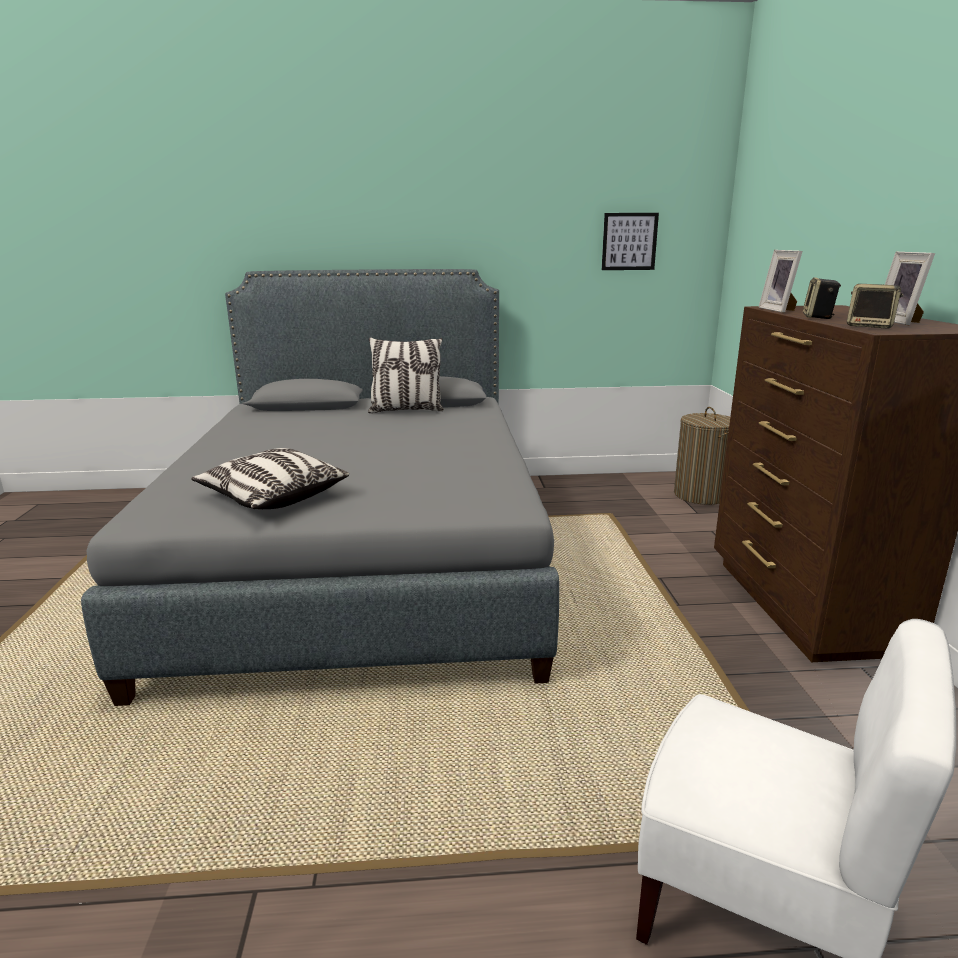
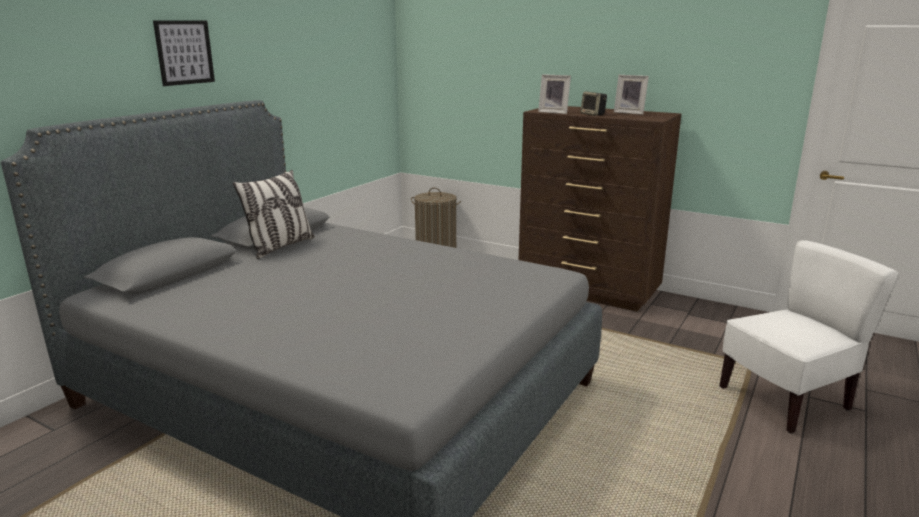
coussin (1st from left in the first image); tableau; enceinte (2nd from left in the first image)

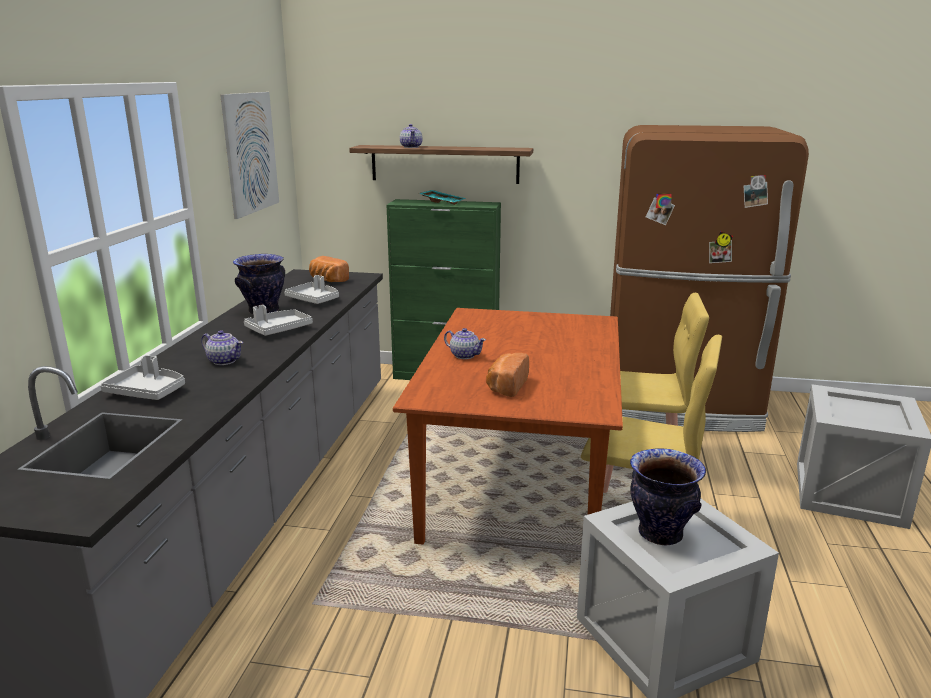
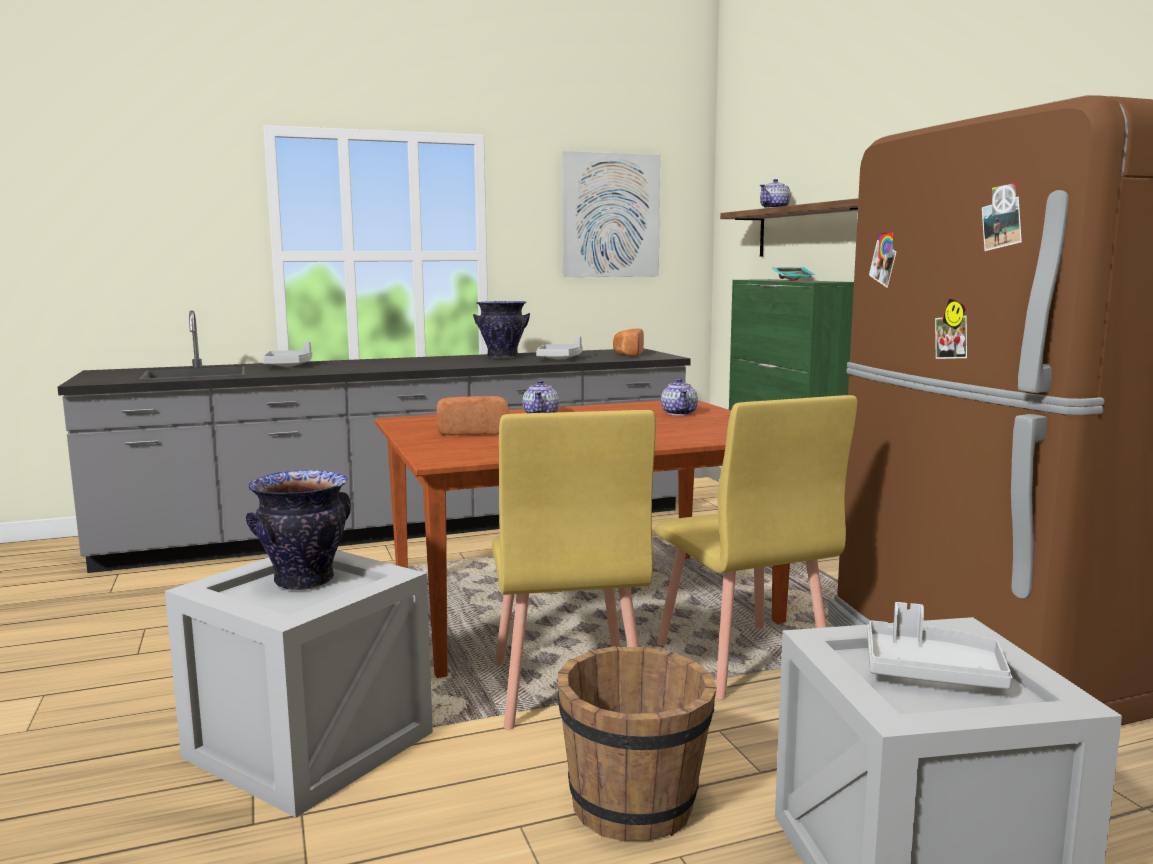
théière (2nd from left); plateau [gris] (3rd from left); seau [marron]

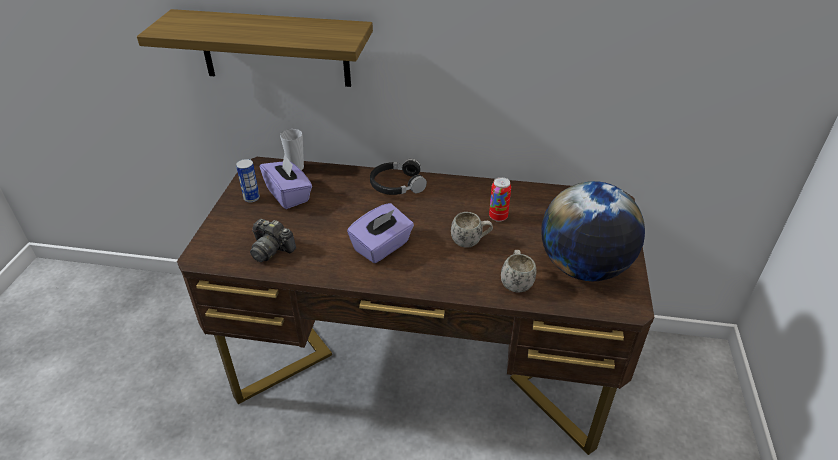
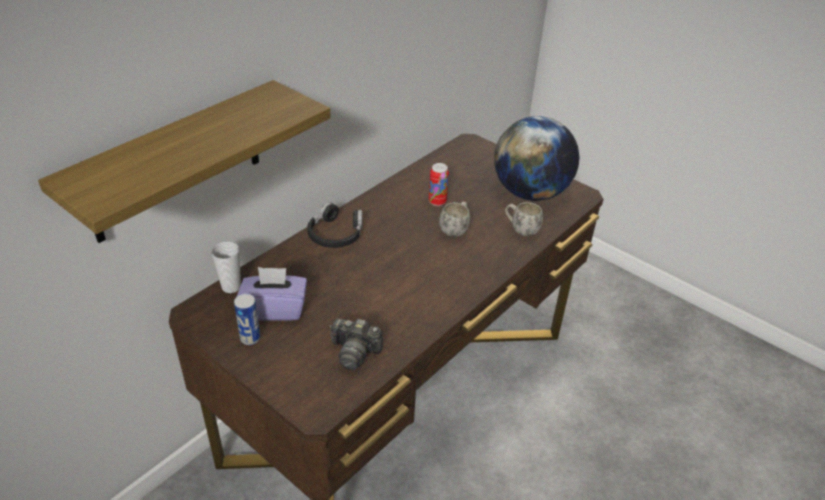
appareil photo; boîte à mouchoirs [violet] (2nd from left in the first image)

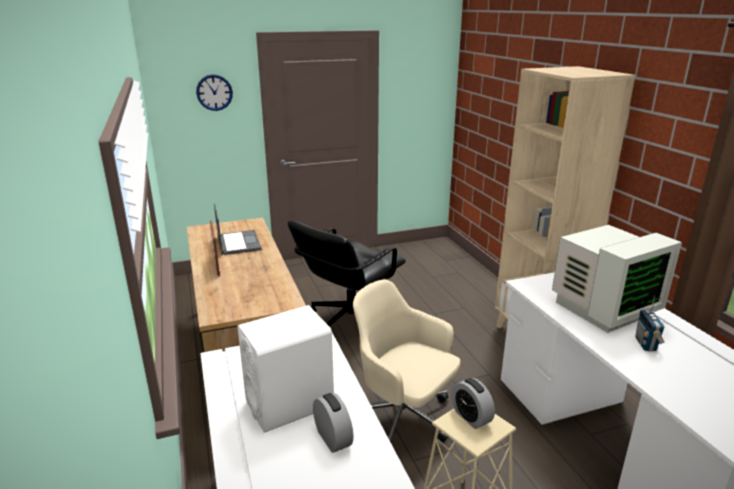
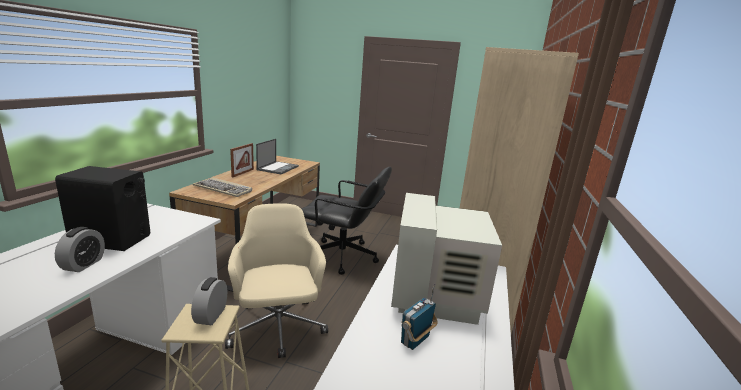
horloge murale; enceinte [noir]; chaise de bureau [noir]; écran d'ordinateur; clavier

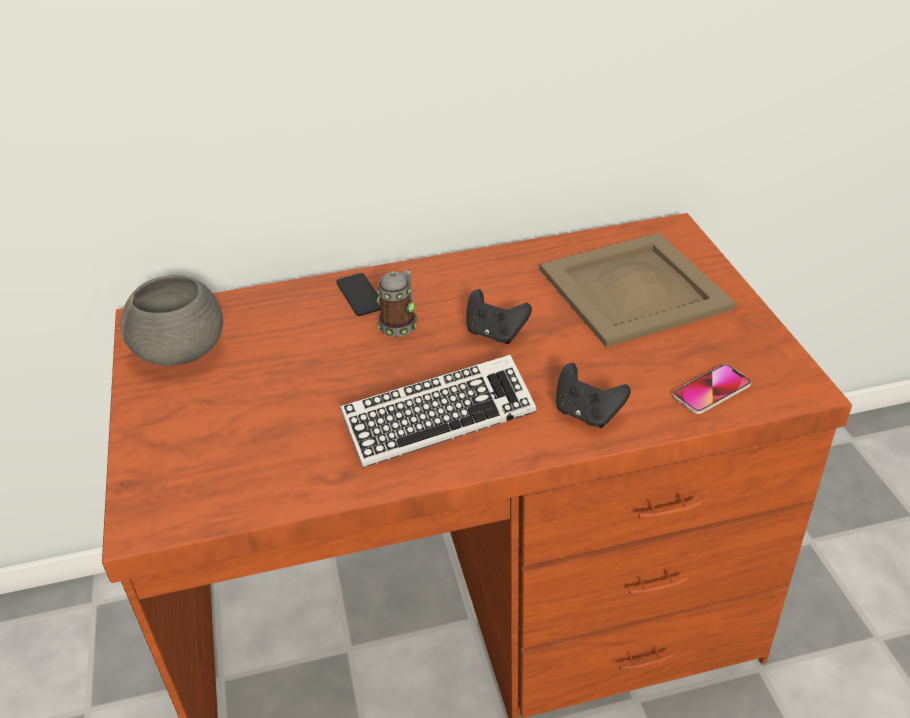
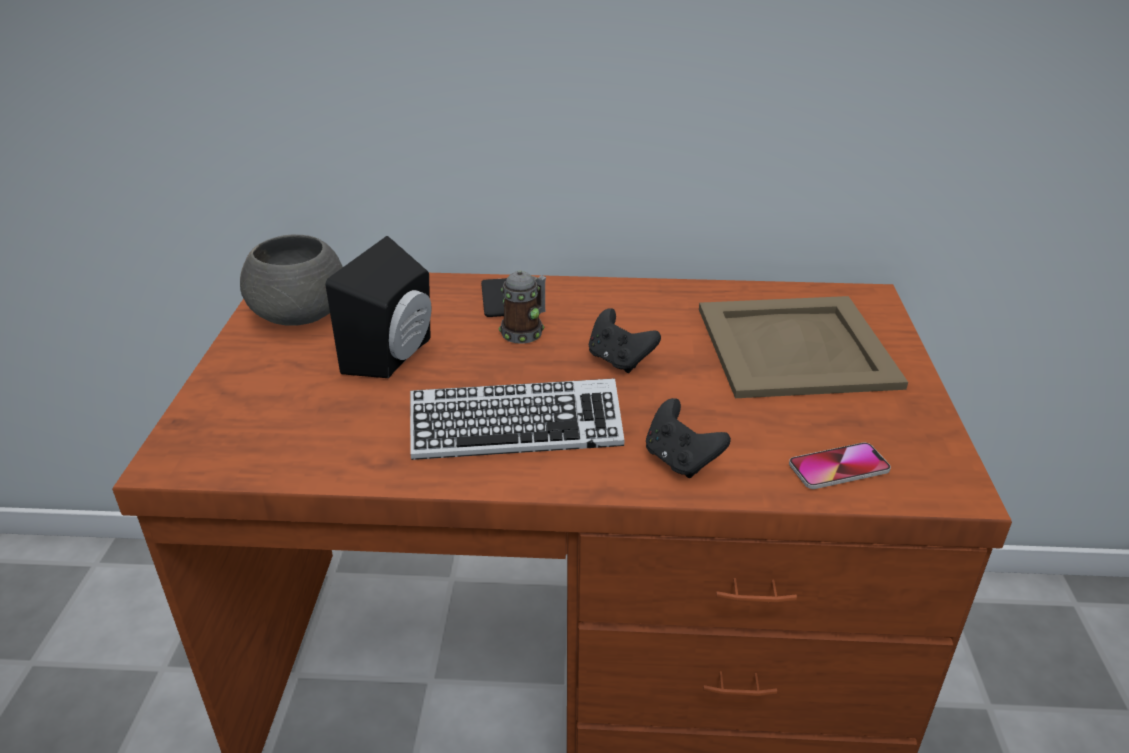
enceinte [noir]

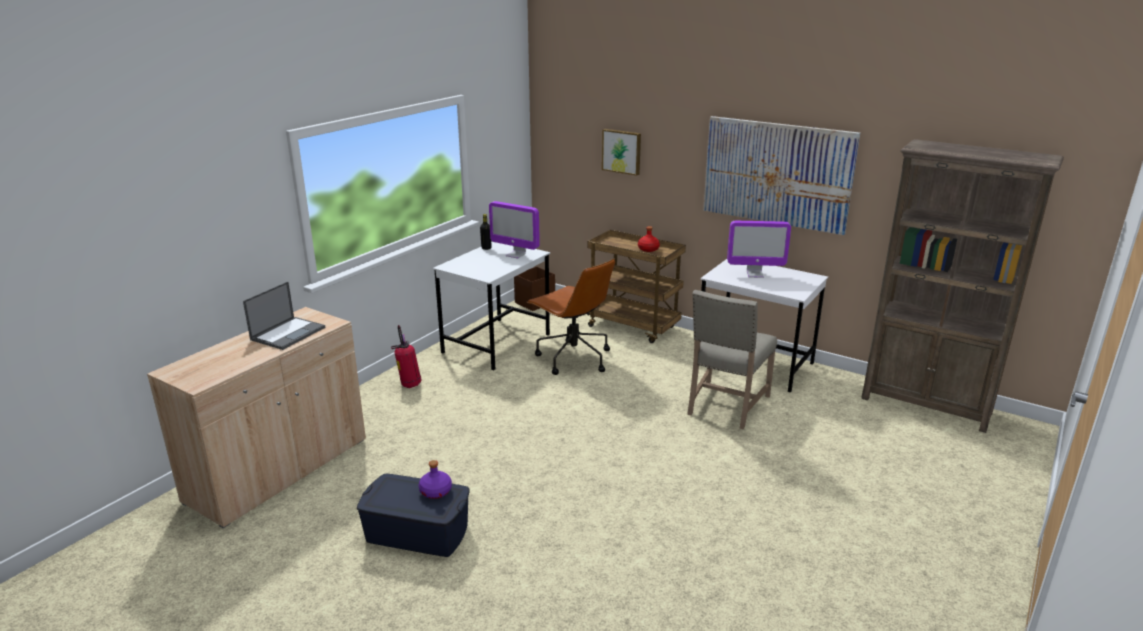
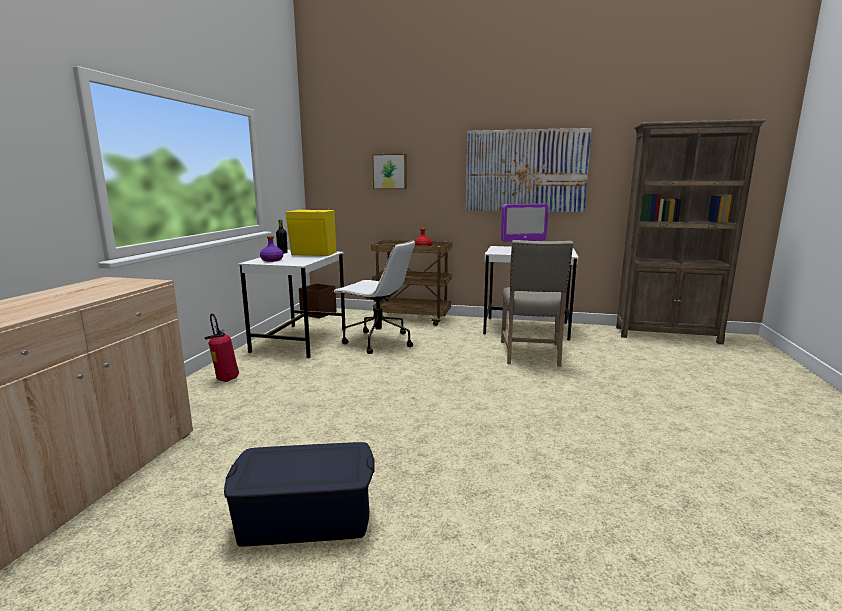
ordinateur portable; bouteille [violet]; enceinte [jaune]; chaise de bureau [blanc]

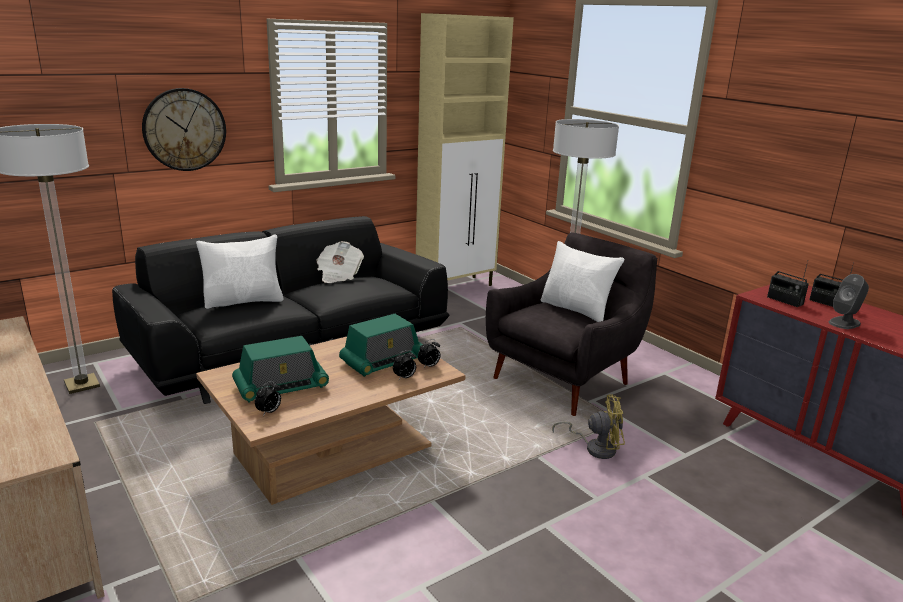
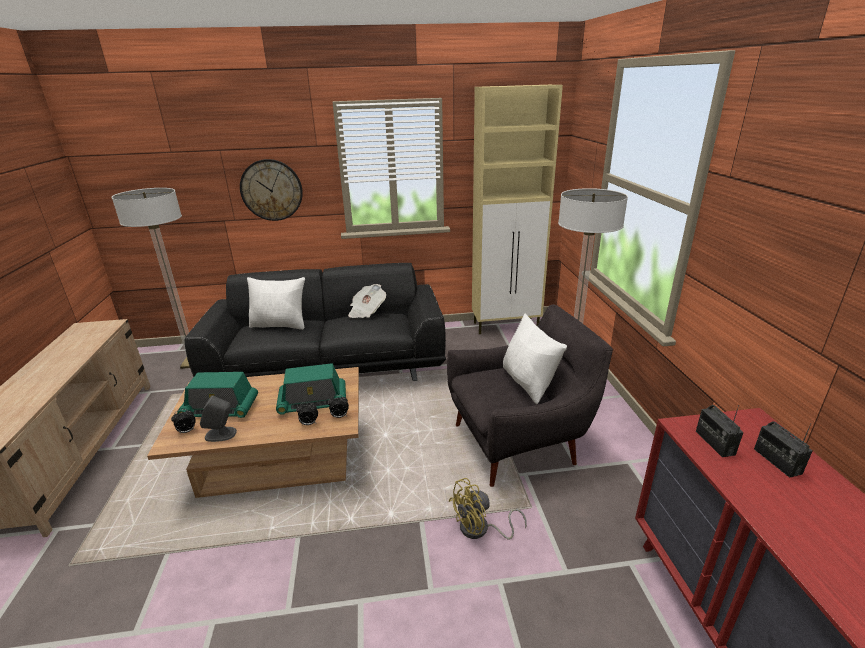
ventilateur [jaune]; enceinte [gris]

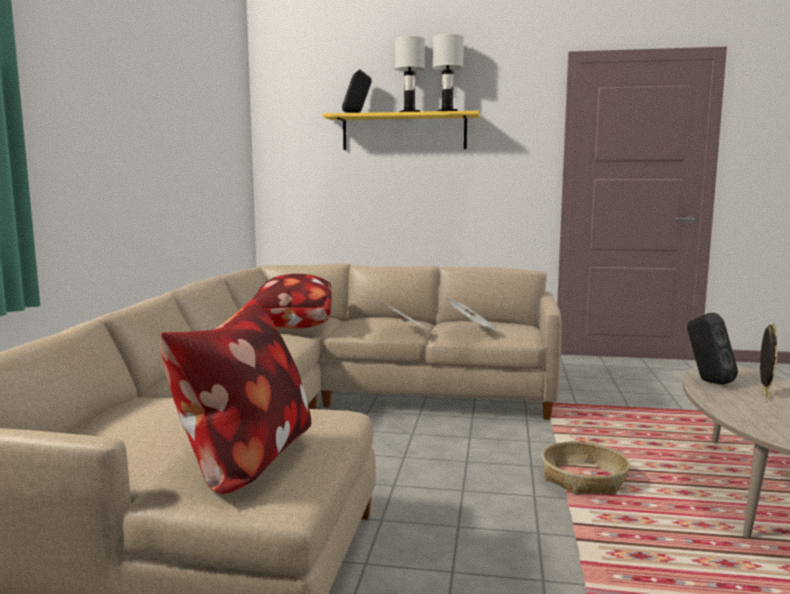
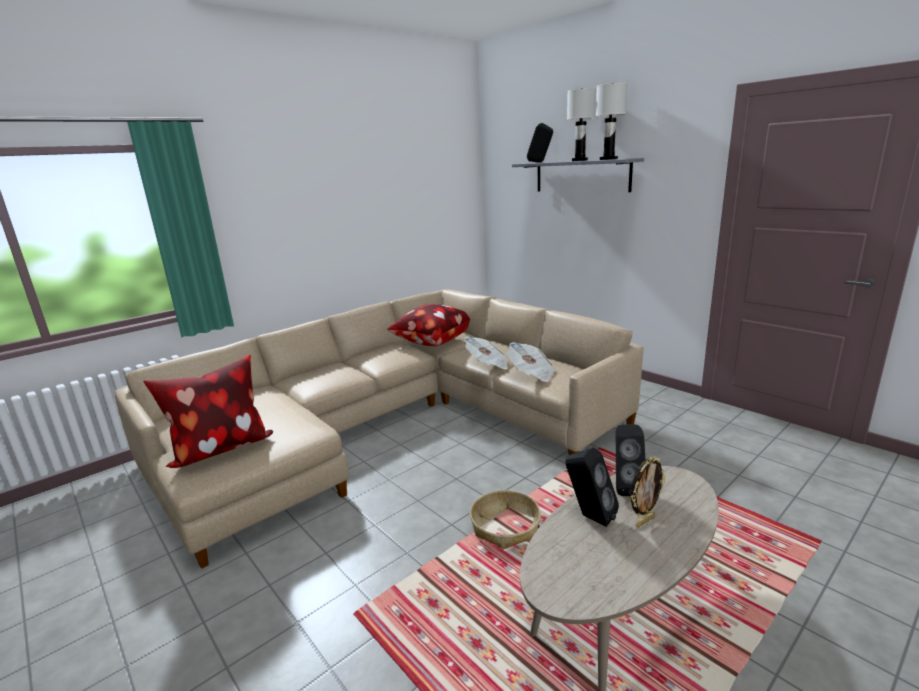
étagère [gris]; enceinte [noir] (2nd from left)

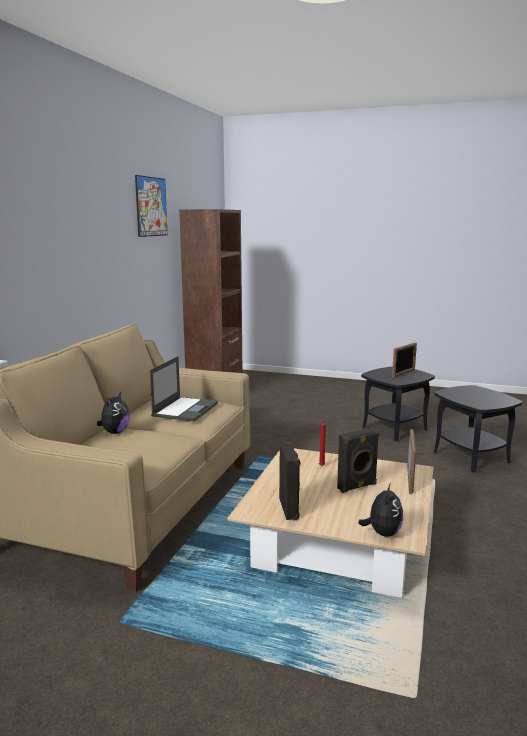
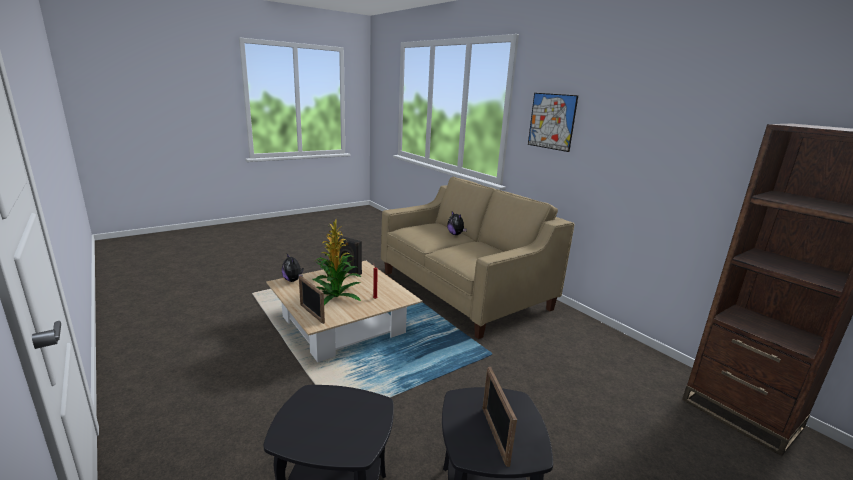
tableau; ordinateur portable; plante en pot

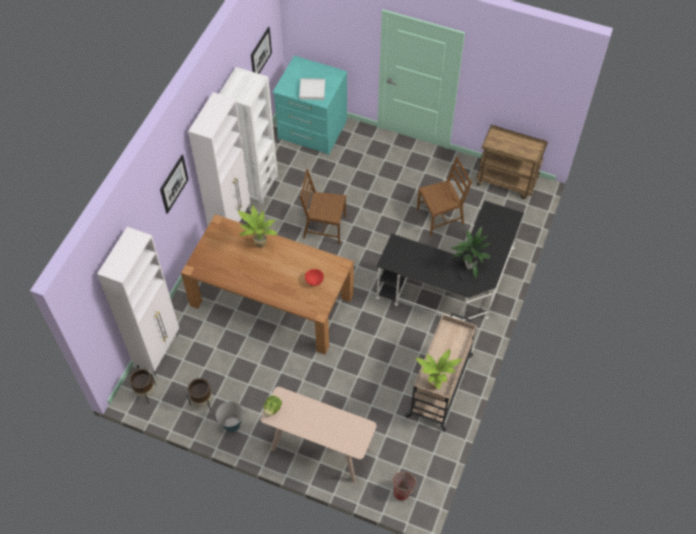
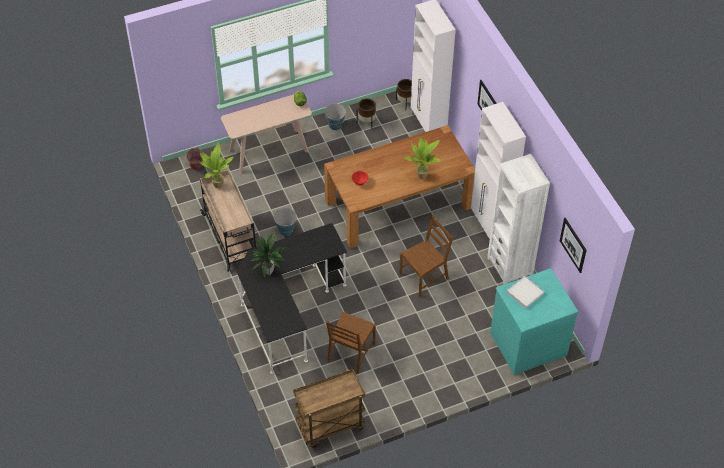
seau (2nd from left)

